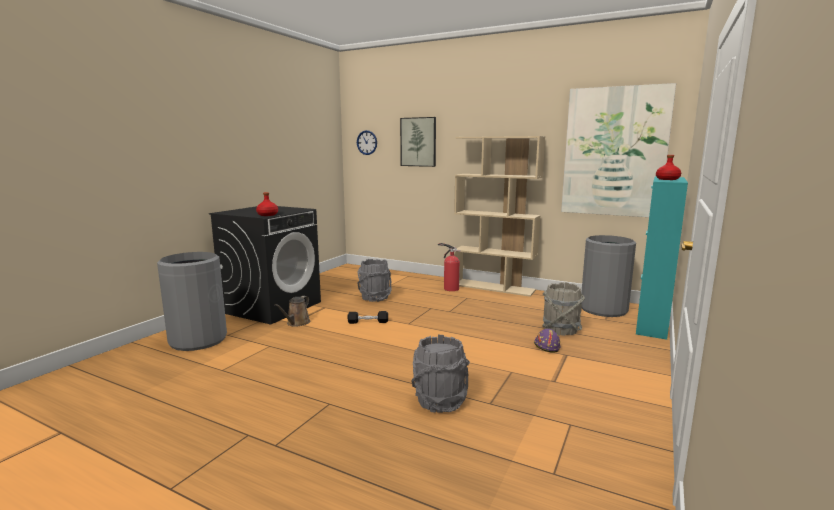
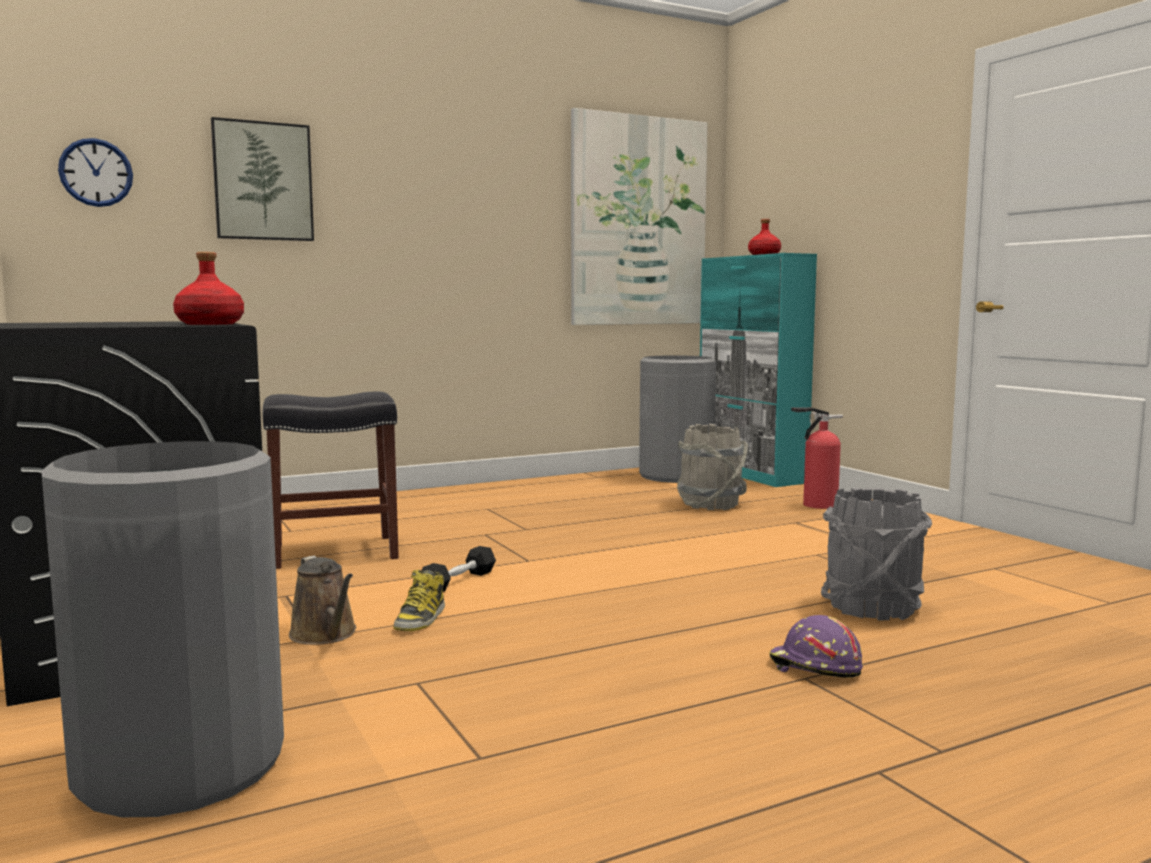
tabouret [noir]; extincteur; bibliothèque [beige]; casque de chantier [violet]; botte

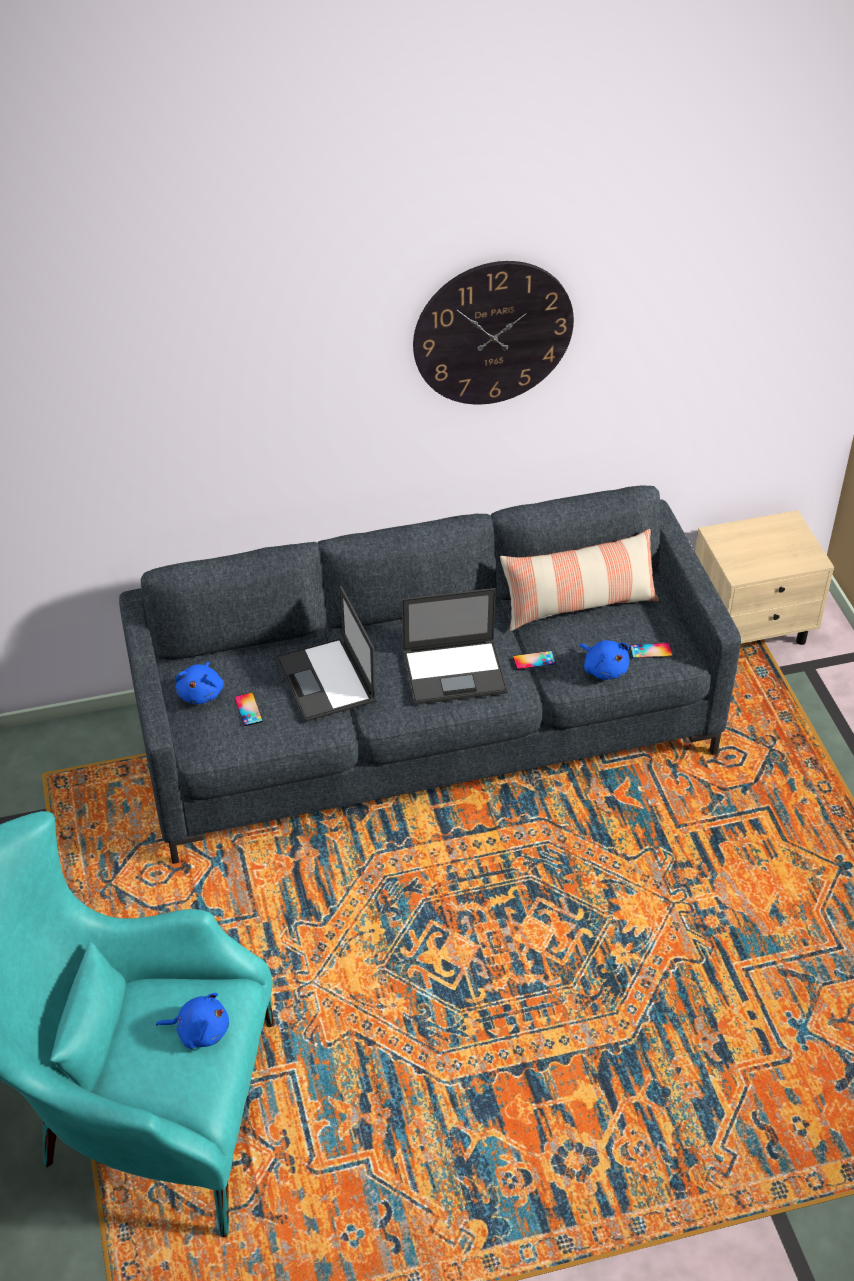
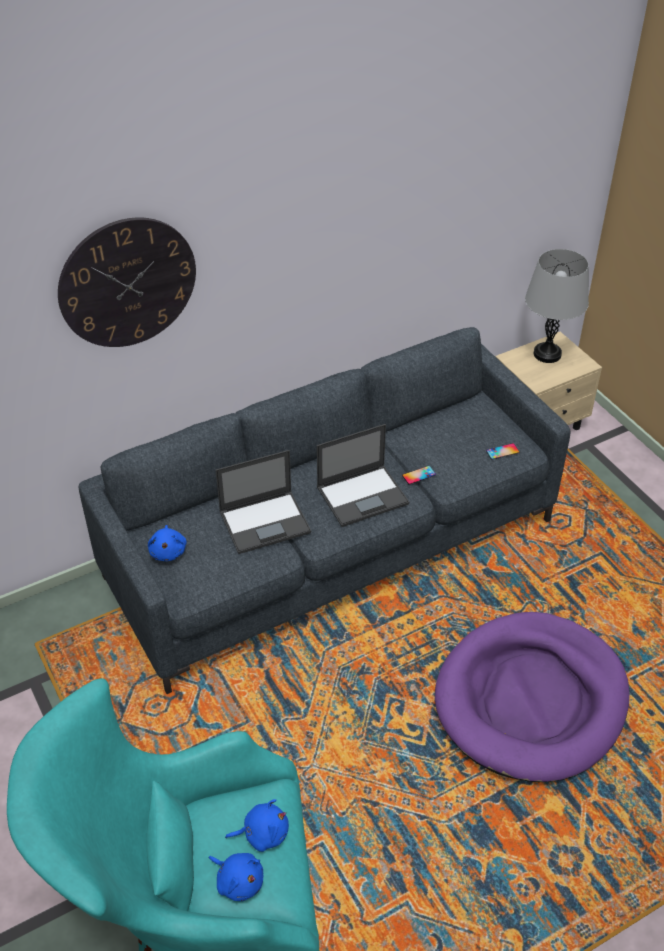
téléphone (1st from left in the first image); ordinateur portable (1st from left); horloge murale; coussin; peluche [bleu] (2nd from left); panier pour chien [violet]; lampe de table [gris]

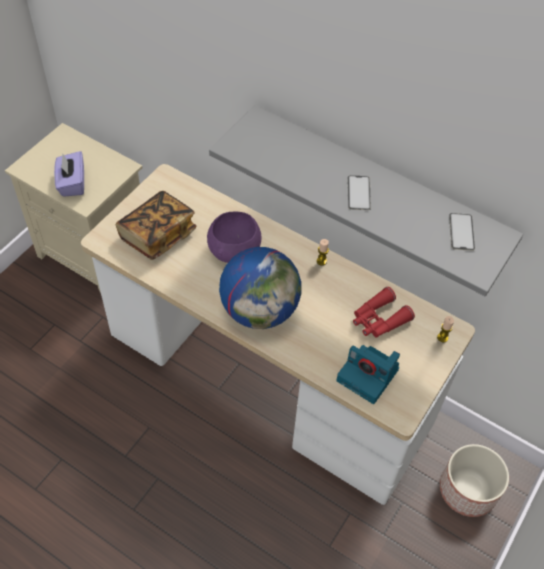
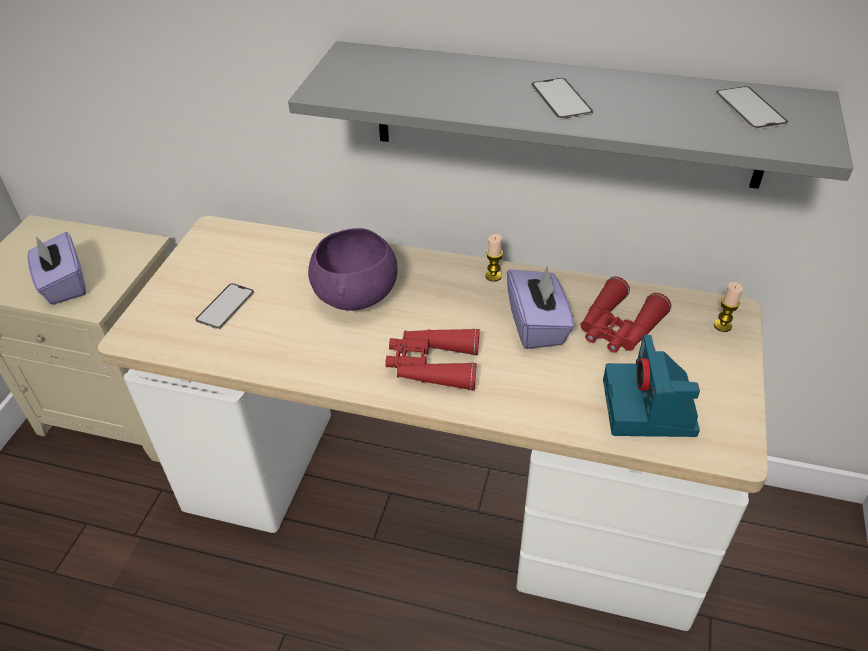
téléphone (1st from left); jumelles [rouge] (1st from left); appareil photo; cache-pot; boîte à mouchoirs [violet] (2nd from left)

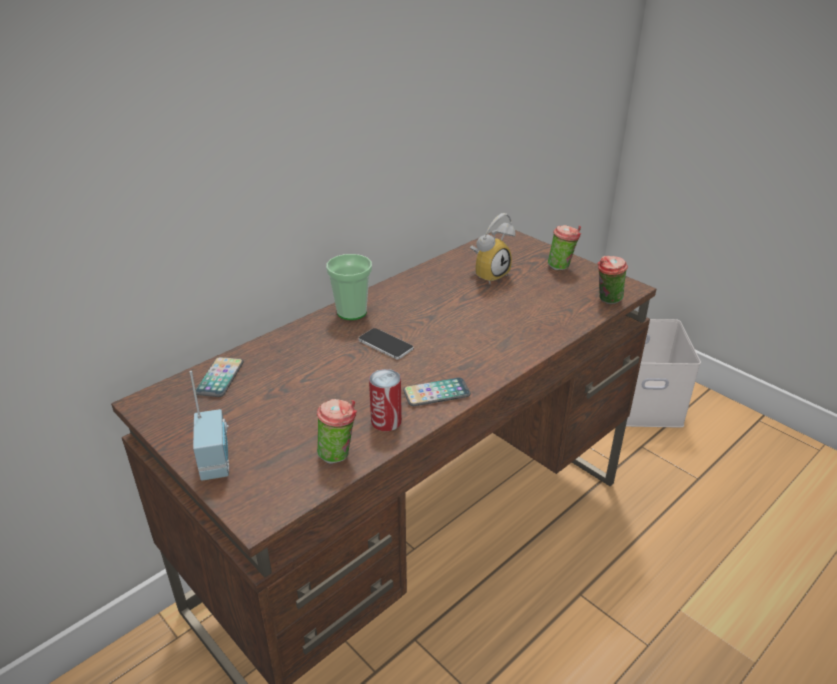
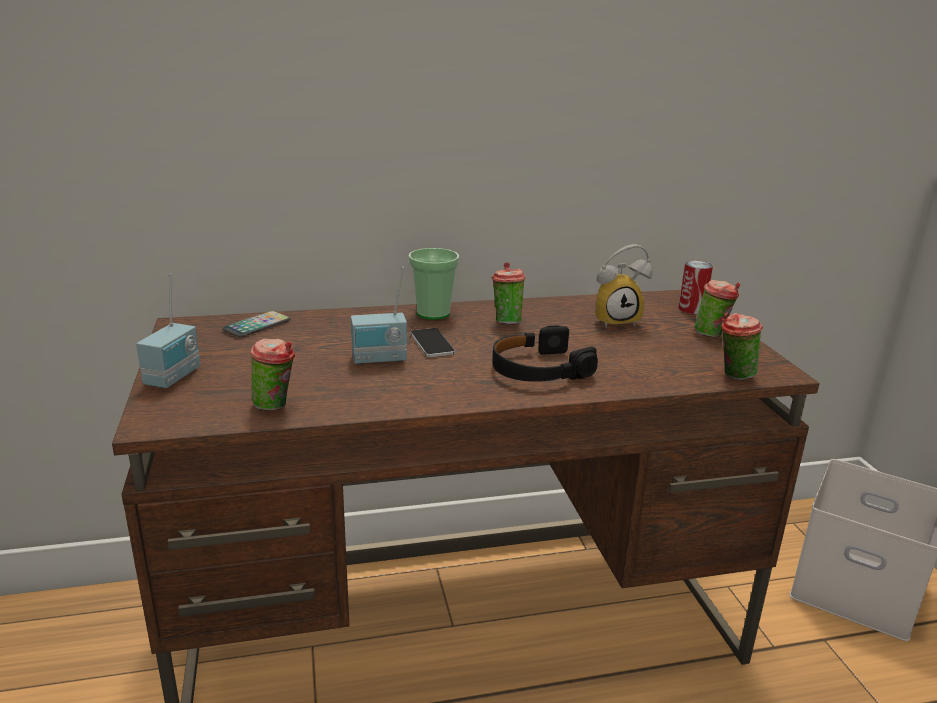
boîte métallique; téléphone (3rd from left in the first image); radio (2nd from left); tasse (3rd from left); casque audio [noir]

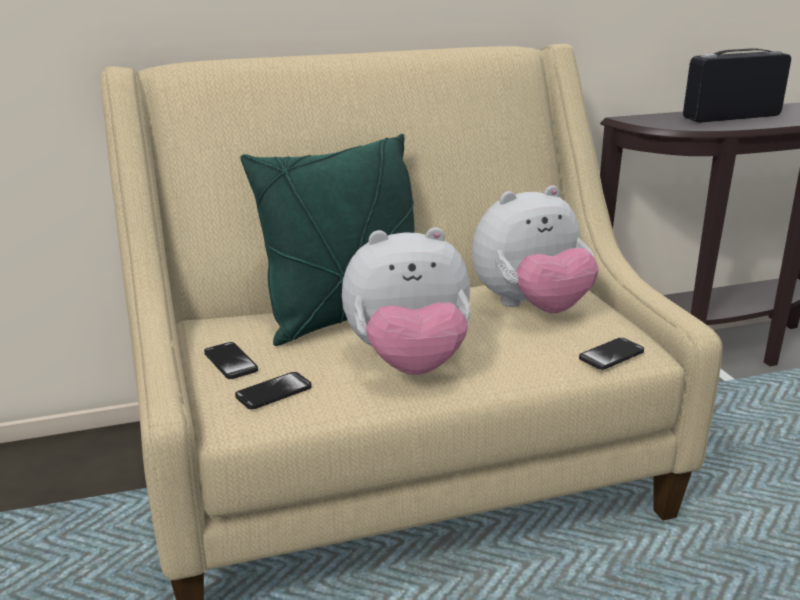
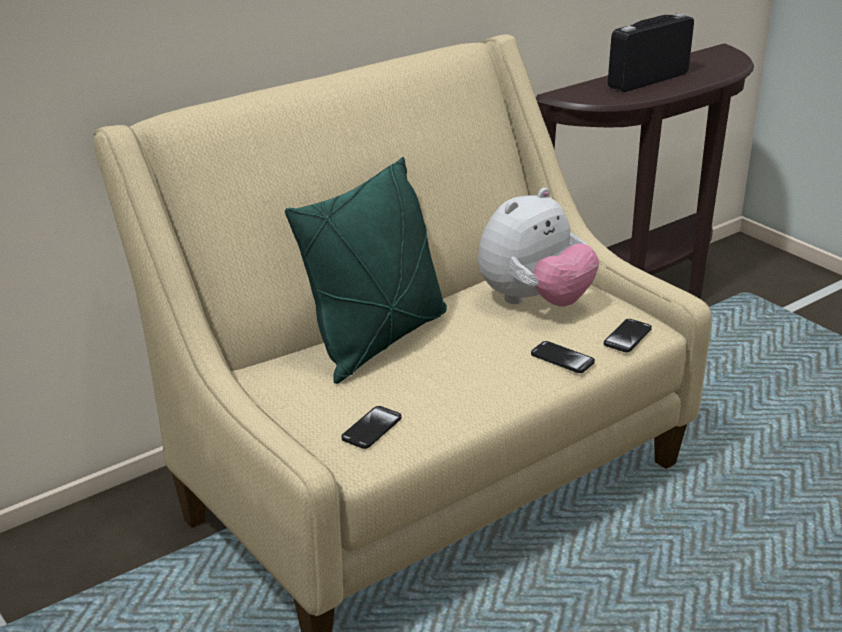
téléphone (2nd from left); peluche (1st from left in the first image)

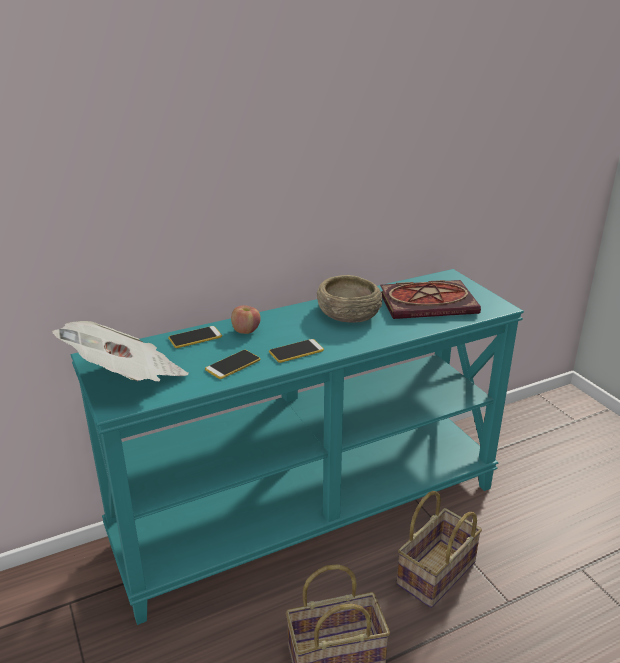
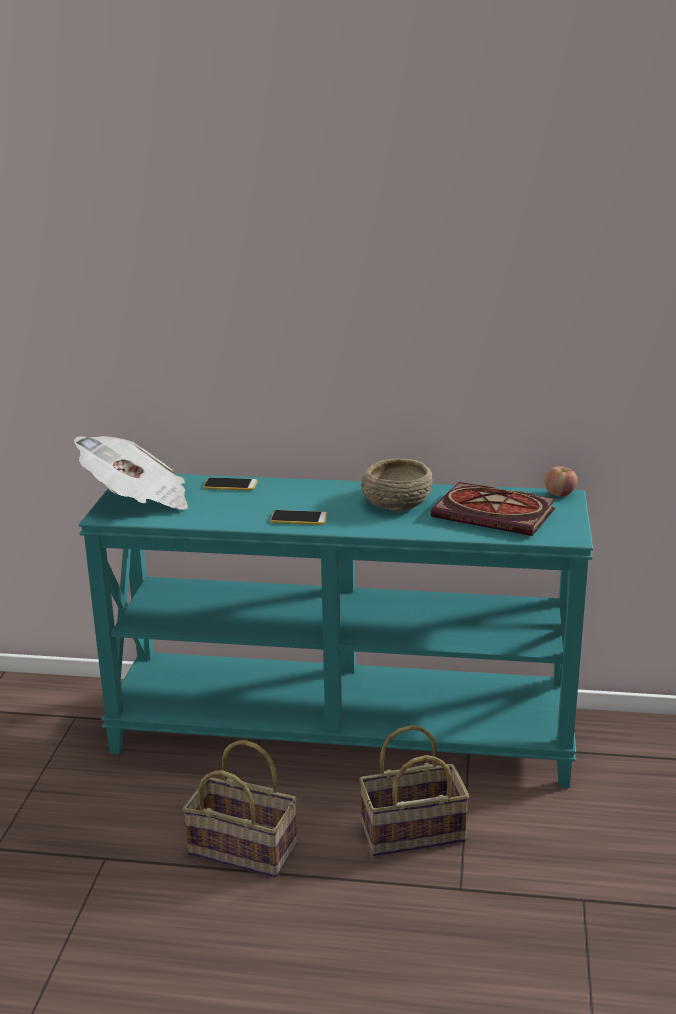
téléphone (2nd from left in the first image); pomme

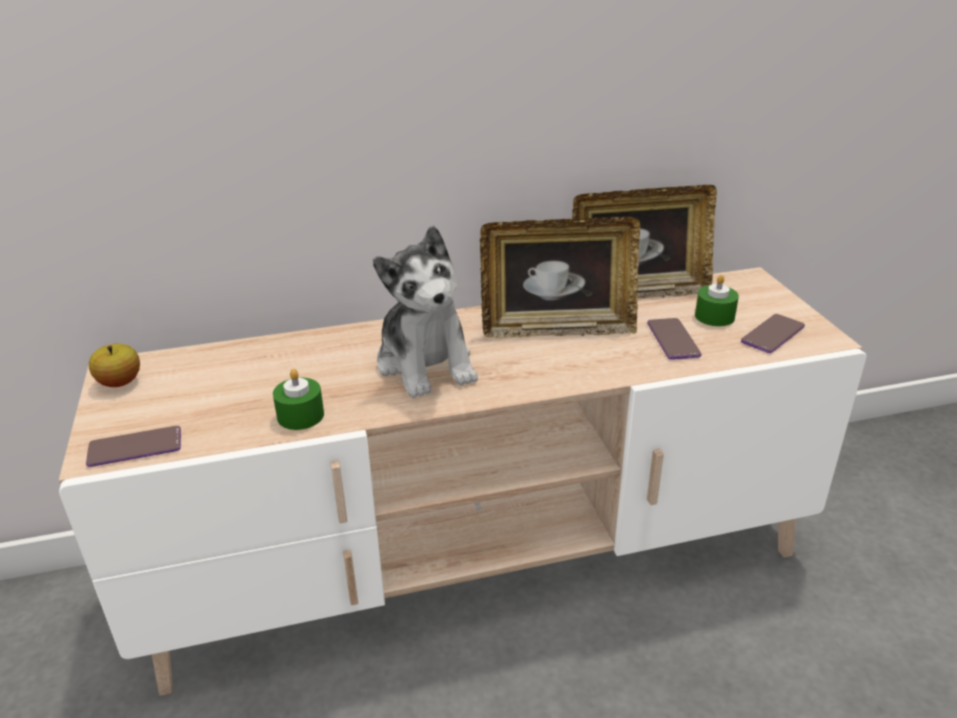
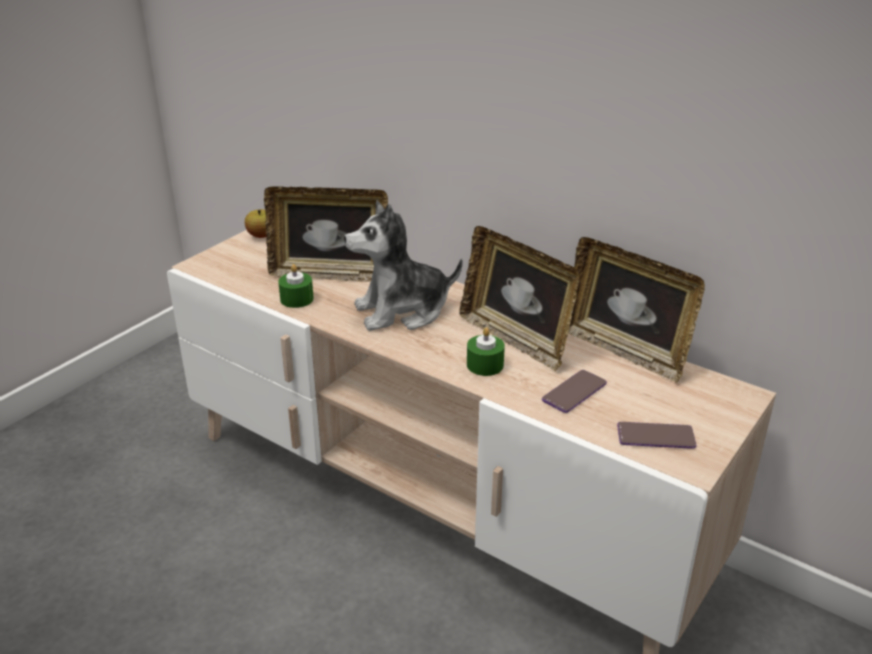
téléphone (1st from left in the first image); peluche; bougie [vert] (2nd from left); cadre photo (1st from left)

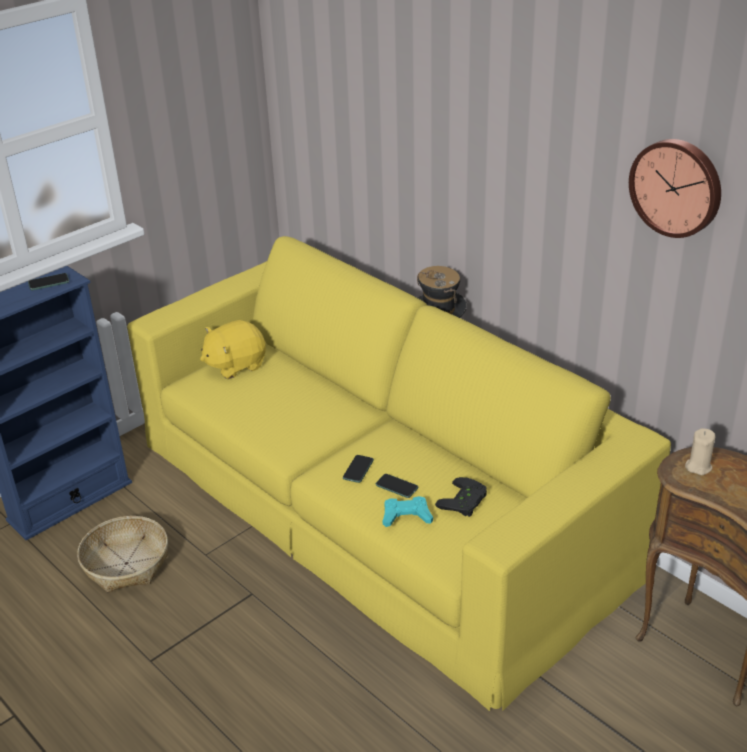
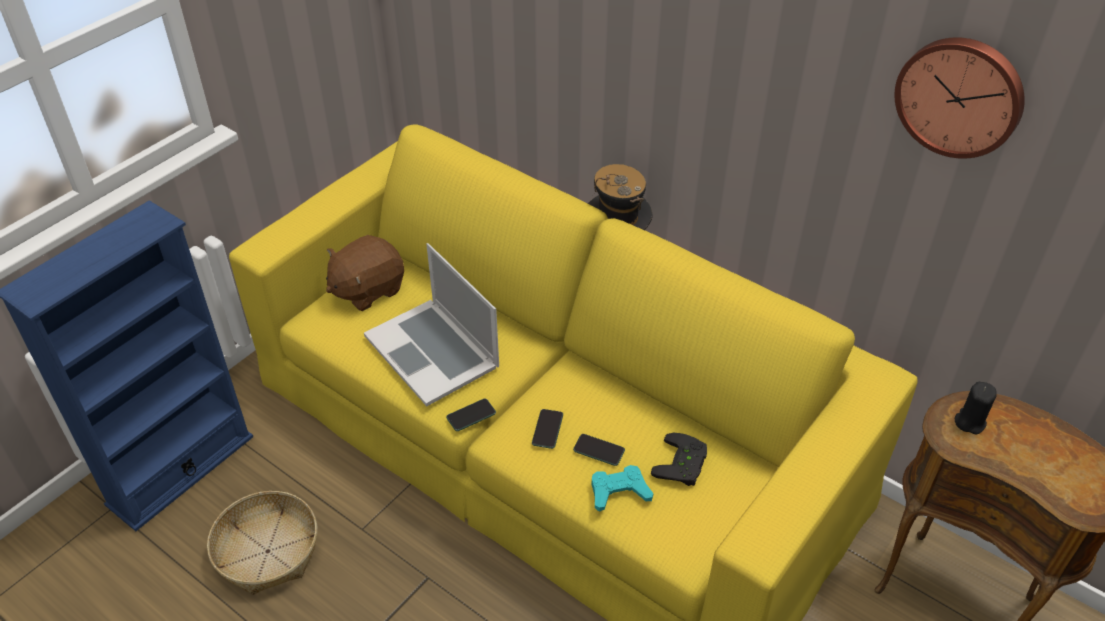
téléphone (1st from left); peluche [marron]; bougie [noir]; ordinateur portable

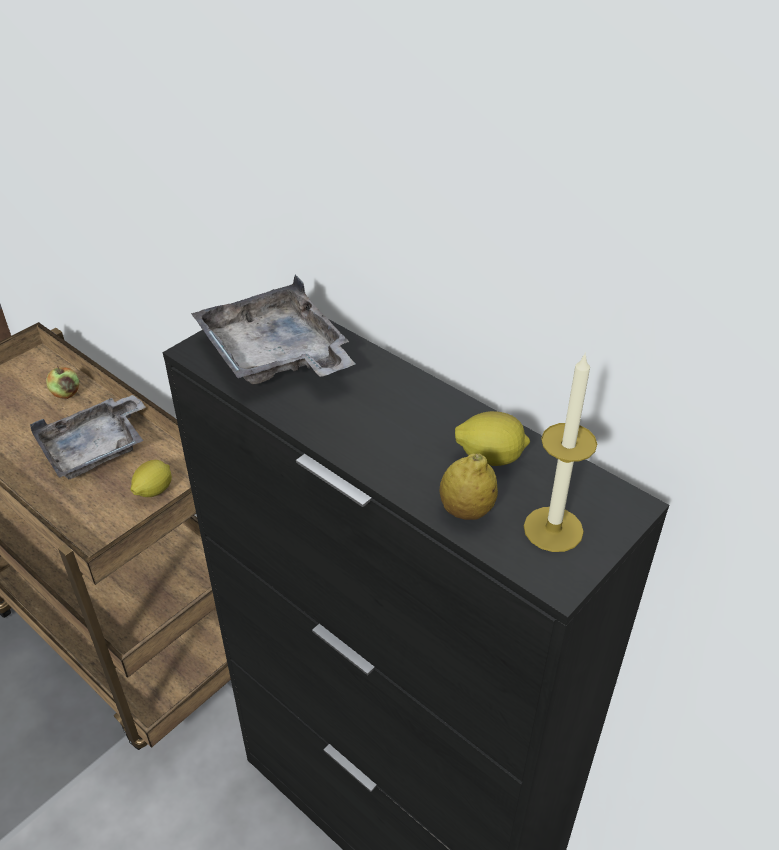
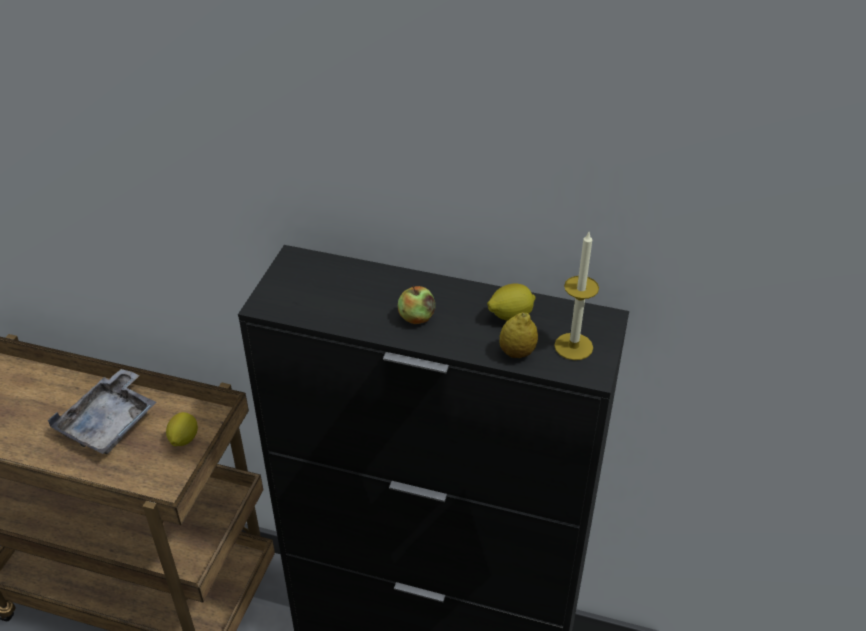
pomme; plateau [gris] (2nd from left in the first image)

